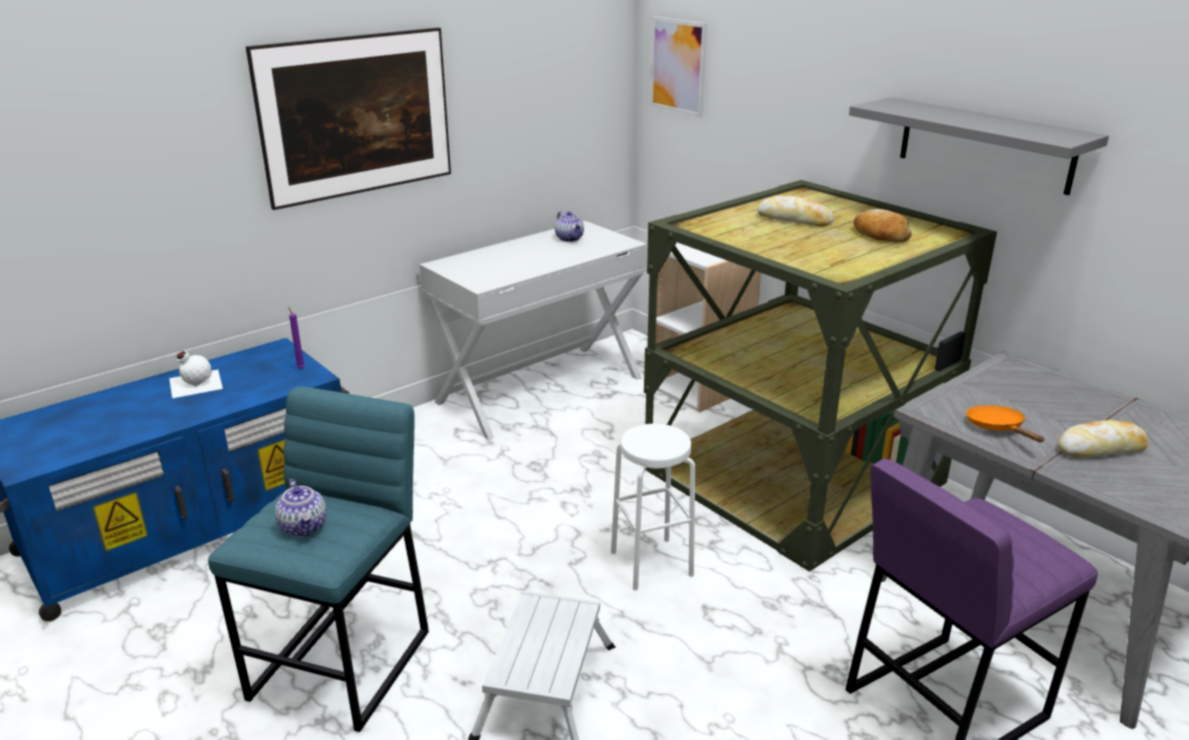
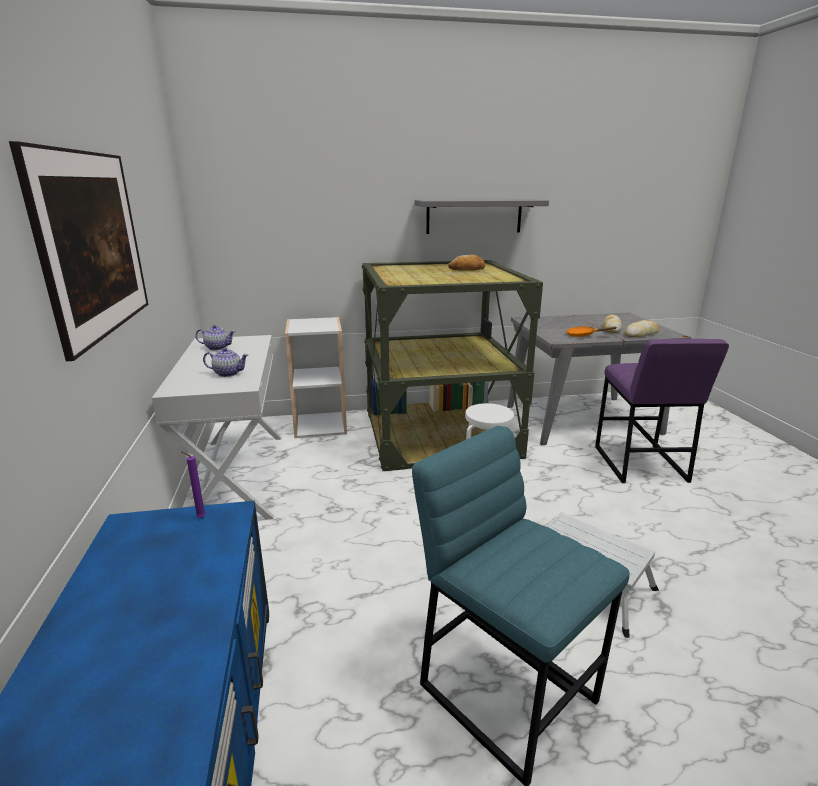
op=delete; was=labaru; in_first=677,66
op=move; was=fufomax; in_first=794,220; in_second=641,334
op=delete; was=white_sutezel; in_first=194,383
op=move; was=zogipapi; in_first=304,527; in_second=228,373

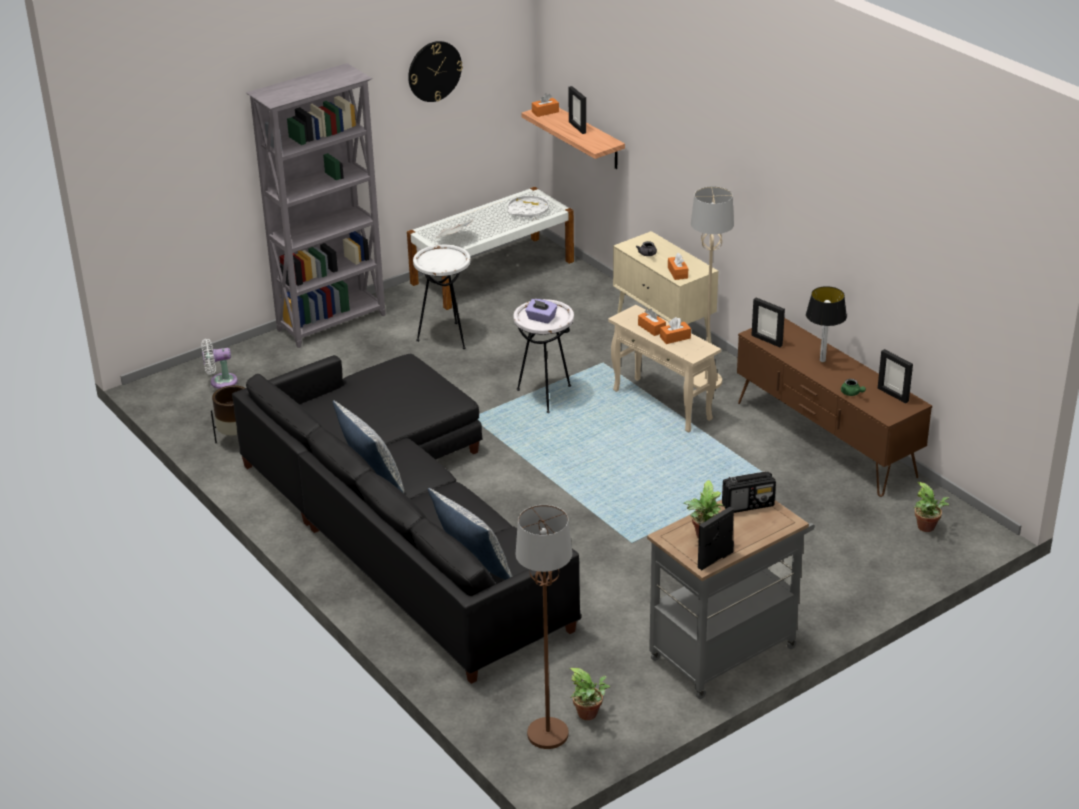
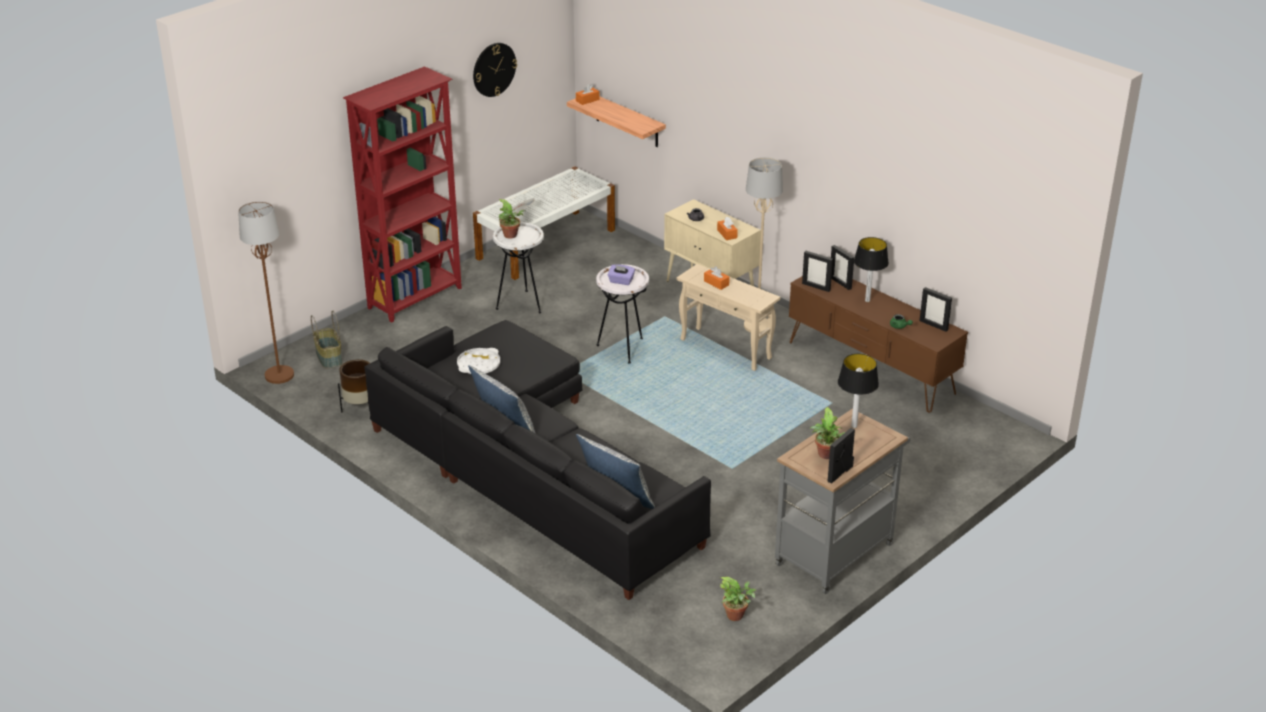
op=recolor; was=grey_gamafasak; now=red_gamafasak; in_first=333,323; in_second=416,298
op=move; was=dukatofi; in_first=578,127; in_second=840,283
op=move; was=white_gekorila; in_first=528,210; in_second=478,365
op=delete; was=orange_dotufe; in_first=675,338
op=replace; was=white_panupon; now=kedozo; in_first=220,382; in_second=329,357
op=replace; was=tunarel; now=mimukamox; in_first=748,505; in_second=853,426
op=move; was=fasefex; in_first=928,528; in_second=511,236
op=move; was=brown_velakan; in_first=547,734; in_second=279,375

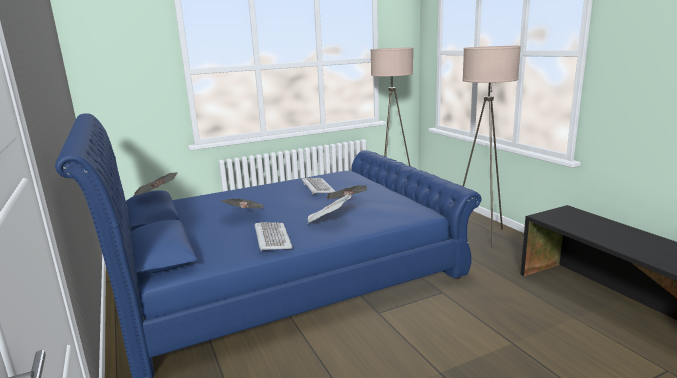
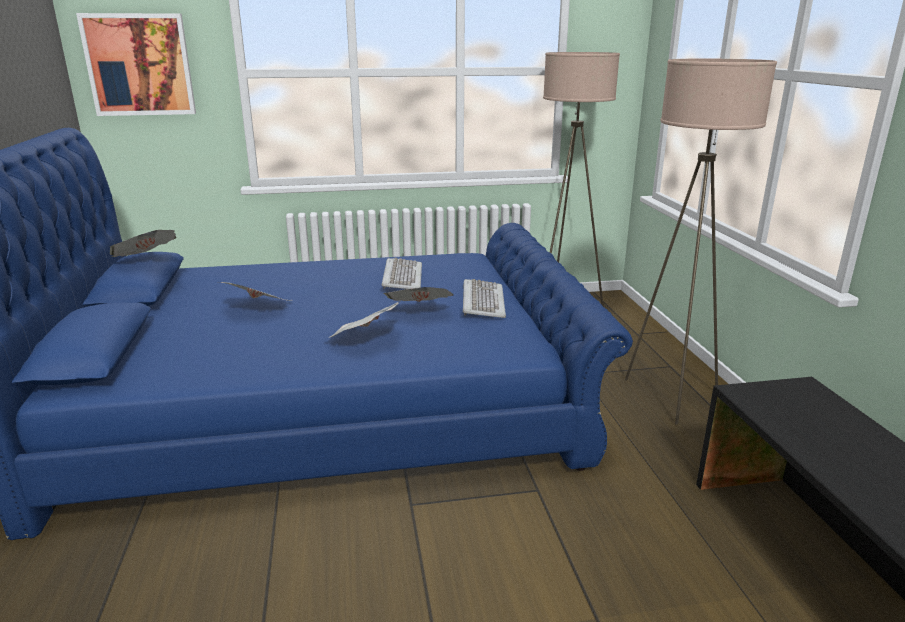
op=move; was=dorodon; in_first=272,238; in_second=482,302
op=insert; now=labaru; in_second=139,65

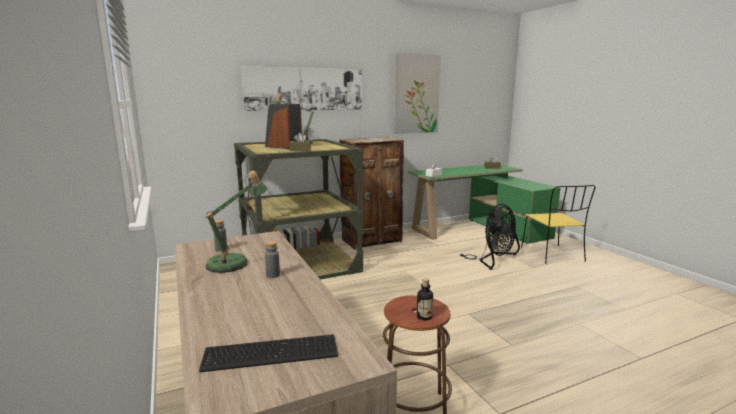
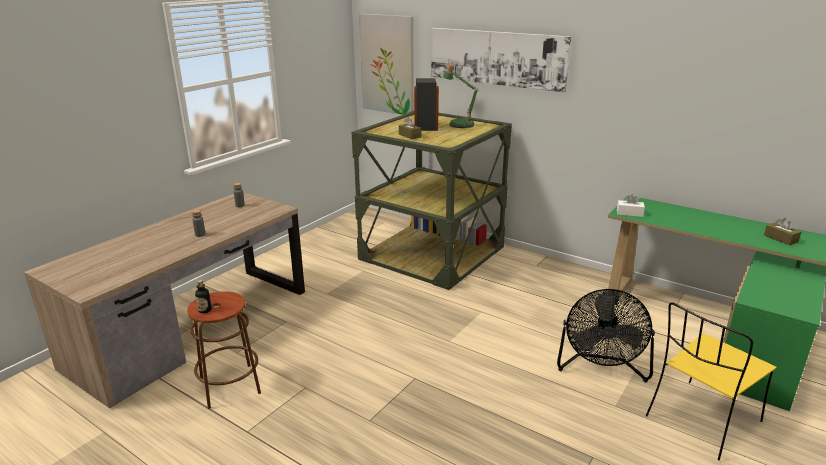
op=move; was=labaru; in_first=416,94; in_second=387,64
op=delete; was=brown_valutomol; in_first=372,240
op=delete; was=mimukamox; in_first=234,262
op=delete; was=dorodon; in_first=269,351

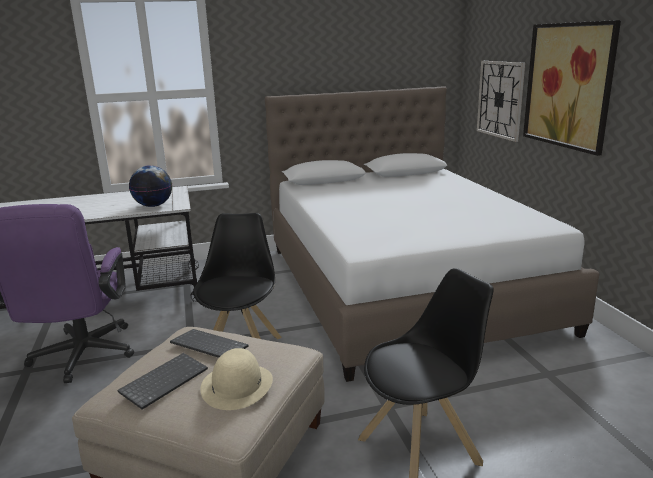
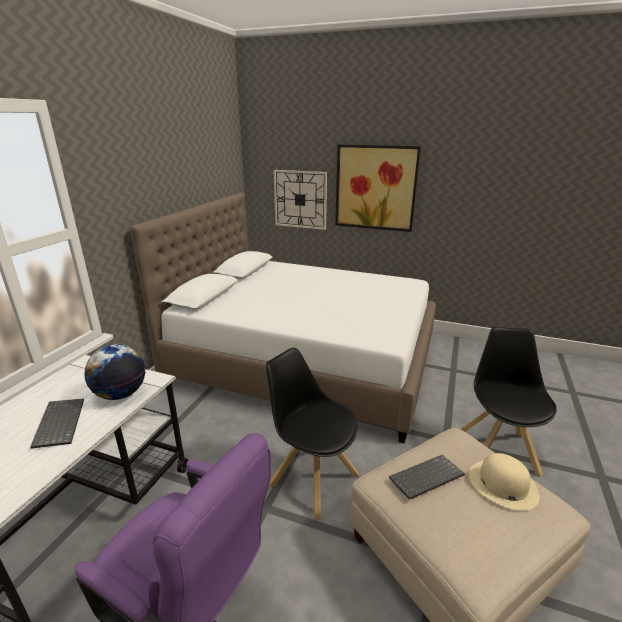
op=move; was=dorodon; in_first=164,380; in_second=58,423

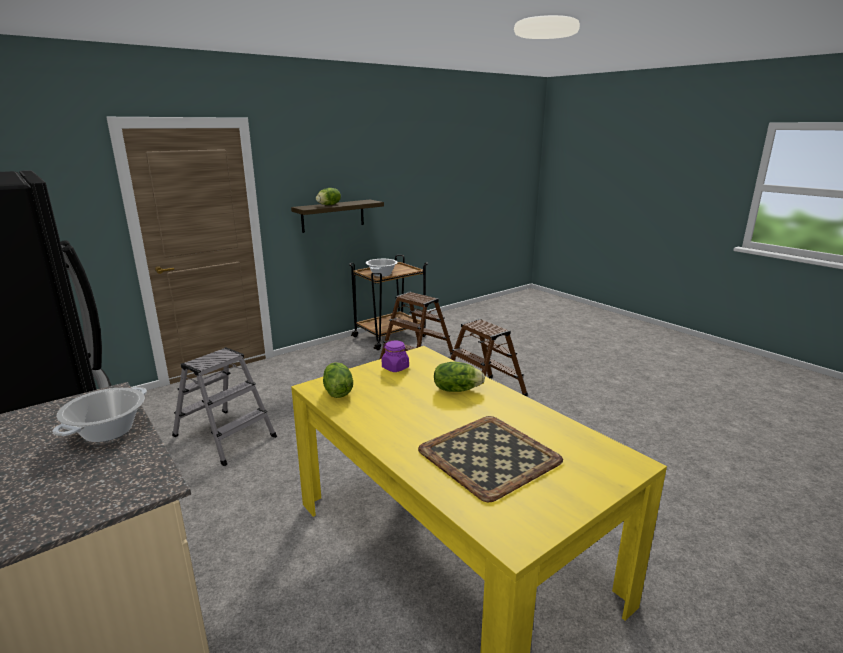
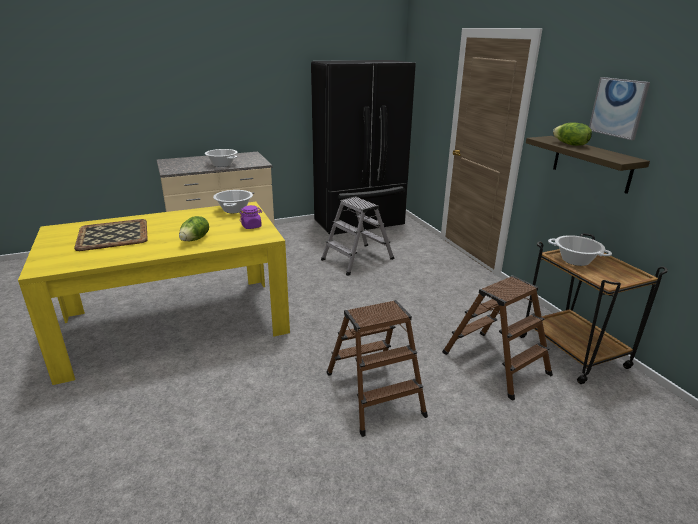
op=replace; was=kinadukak; now=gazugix; in_first=337,392; in_second=234,210
op=insert; now=labaru; in_second=618,107

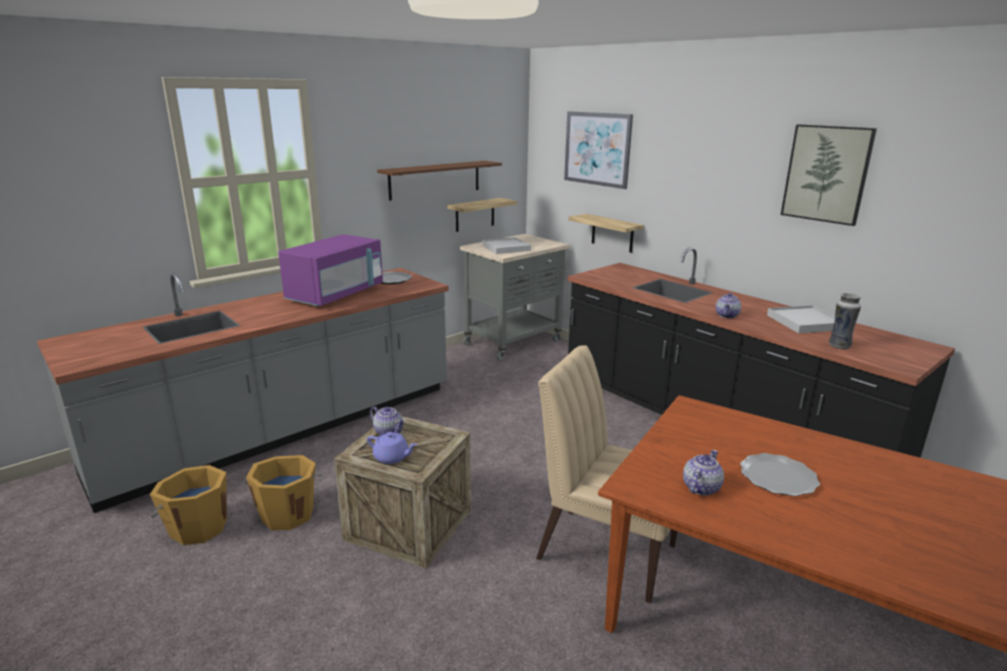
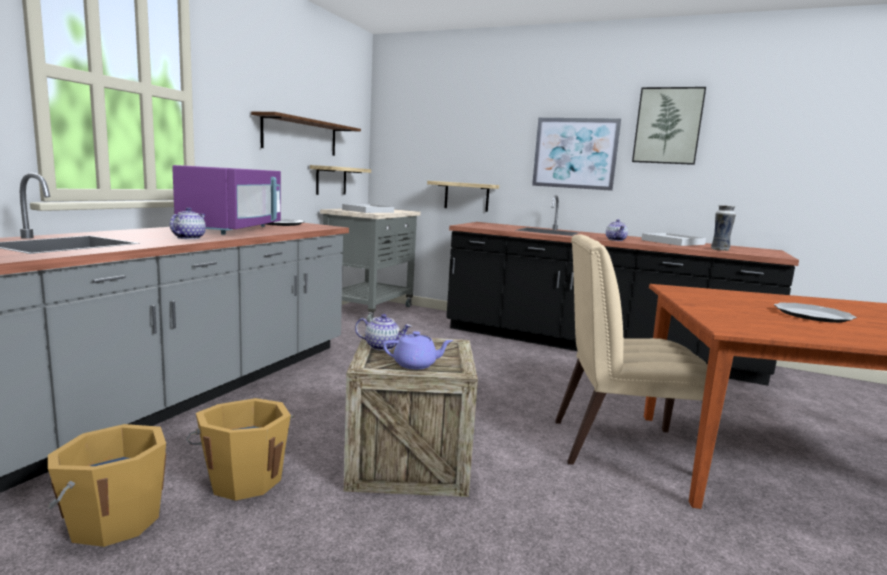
op=move; was=labaru; in_first=597,149; in_second=575,153
op=move; was=zogipapi; in_first=700,487; in_second=188,238

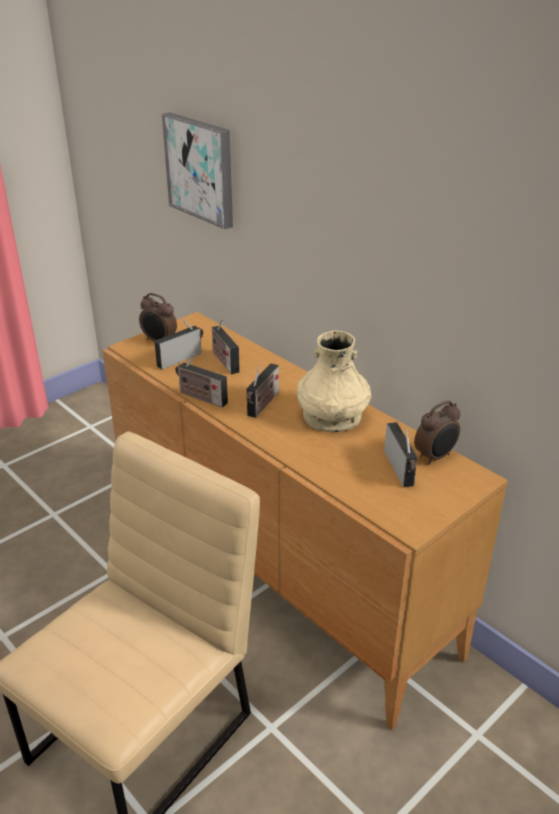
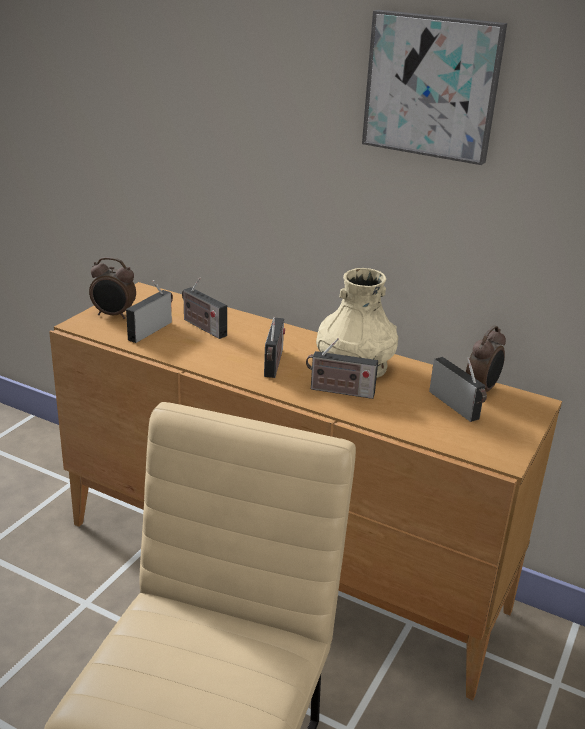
op=move; was=labaru; in_first=201,169; in_second=432,86
op=move; was=tunarel; in_first=200,397; in_second=339,391

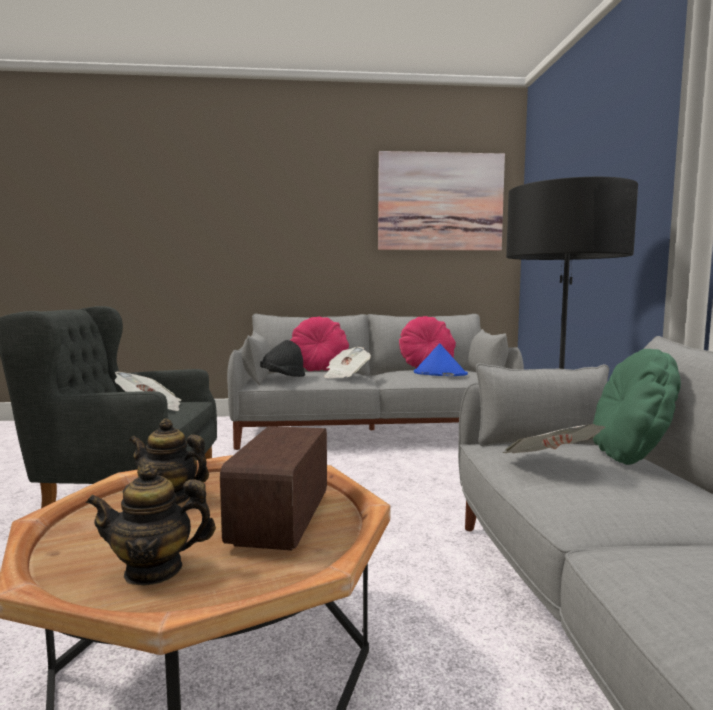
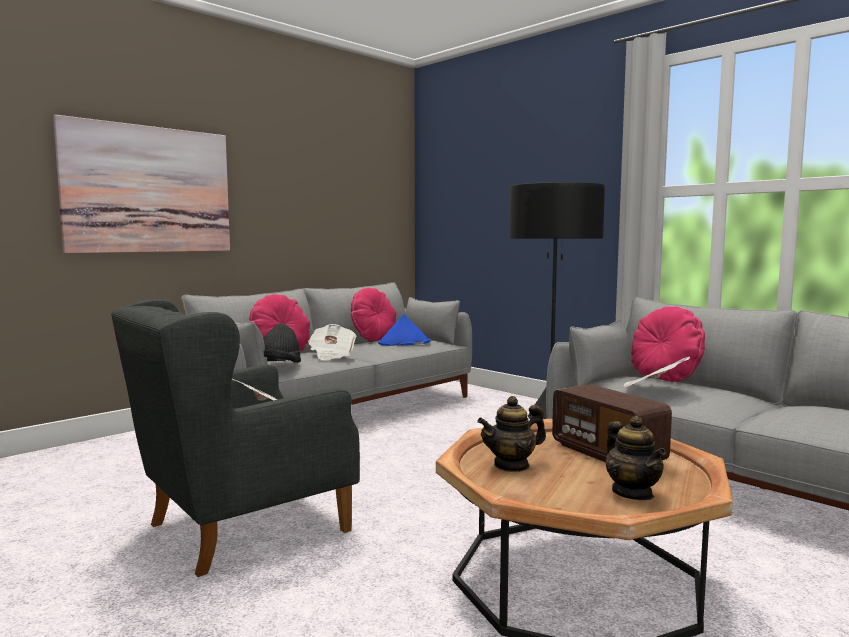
op=move; was=labaru; in_first=440,202; in_second=149,189
op=recolor; was=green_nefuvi; now=pink_nefuvi; in_first=630,458; in_second=665,379
op=rotate; was=zogipapi; in_first=154,570; in_second=632,493; clockwise=-60

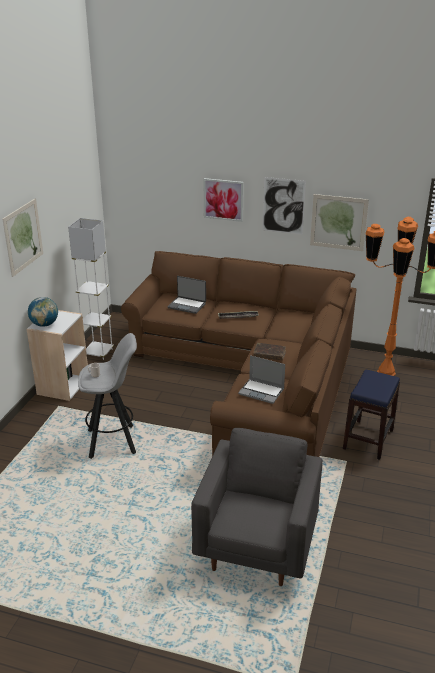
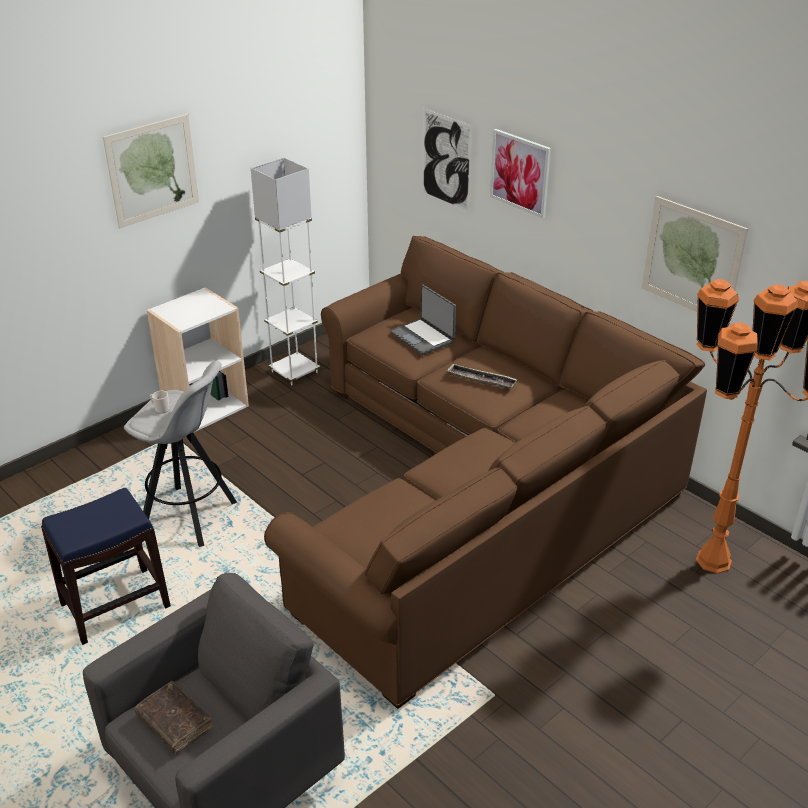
op=move; was=labaru; in_first=283,206; in_second=446,160
op=delete; was=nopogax; in_first=44,324
op=move; was=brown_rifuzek; in_first=269,355; in_second=174,722
op=delete; was=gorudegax; in_first=262,392
op=move; was=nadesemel; in_first=368,440; in_second=115,606

